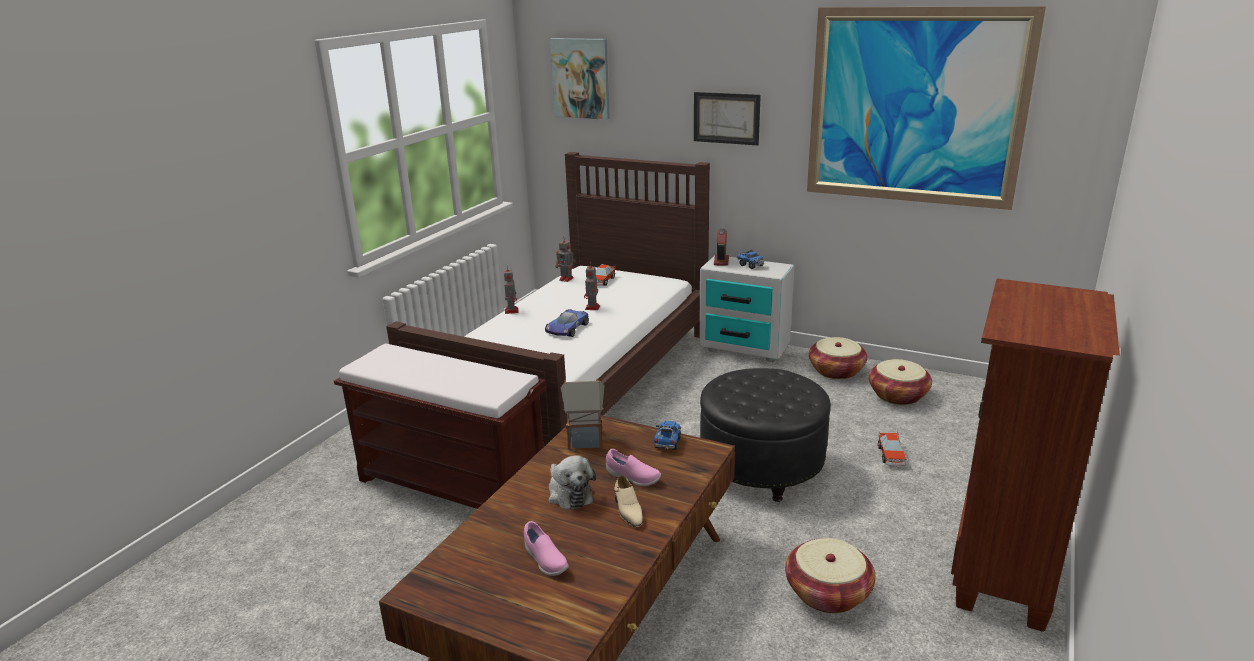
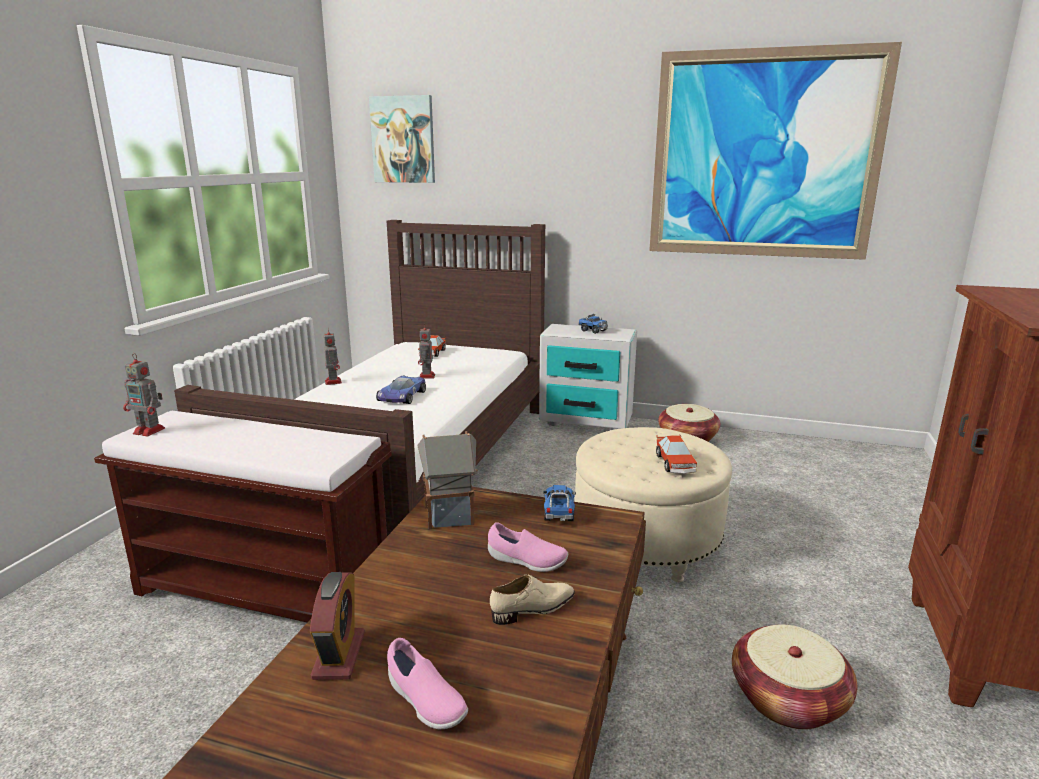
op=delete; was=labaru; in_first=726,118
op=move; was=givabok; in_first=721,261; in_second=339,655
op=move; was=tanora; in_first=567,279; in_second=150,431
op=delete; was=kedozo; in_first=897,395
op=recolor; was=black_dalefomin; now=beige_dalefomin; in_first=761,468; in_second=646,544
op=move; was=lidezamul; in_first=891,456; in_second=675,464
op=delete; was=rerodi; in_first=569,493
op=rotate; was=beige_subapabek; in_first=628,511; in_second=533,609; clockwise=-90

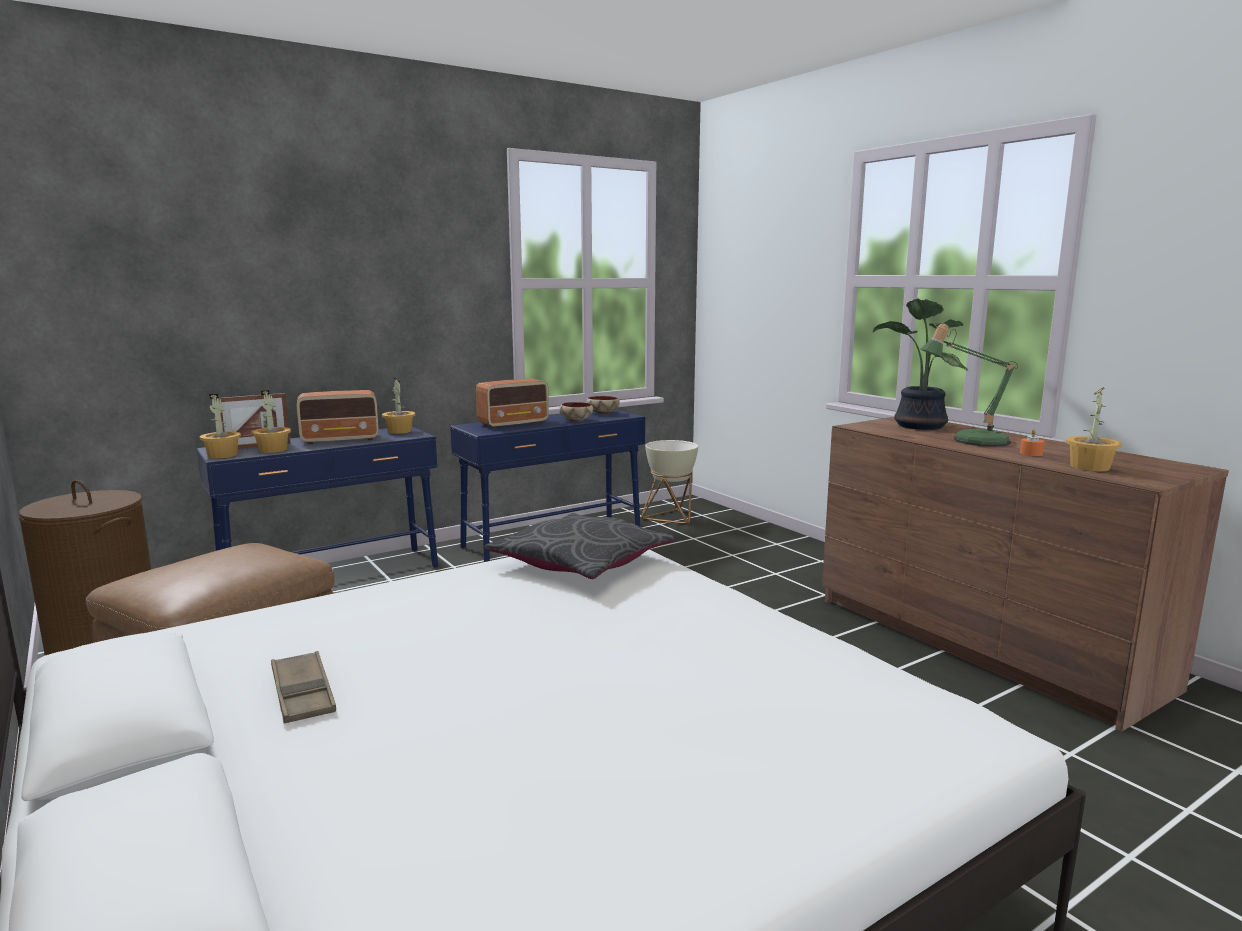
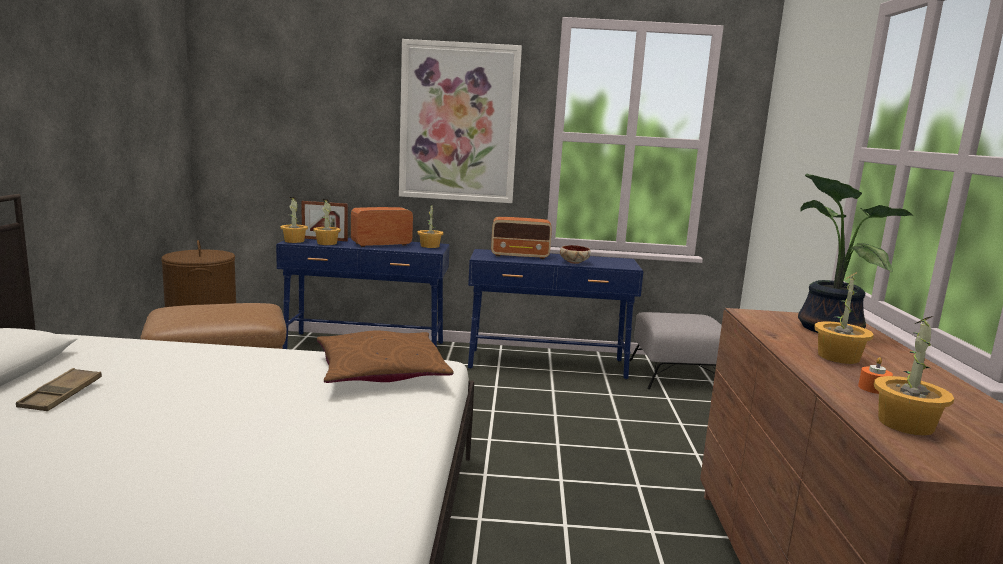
op=replace; was=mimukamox; now=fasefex; in_first=971,441; in_second=839,357
op=rotate; was=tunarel; in_first=341,439; in_second=380,244; clockwise=135
op=delete; was=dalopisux; in_first=602,413
op=replace; was=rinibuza; now=grey_dalefomin; in_first=670,518; in_second=674,375
op=recolor; was=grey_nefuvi; now=brown_nefuvi; in_first=581,562; in_second=381,372
op=insert; now=labaru; in_second=459,123

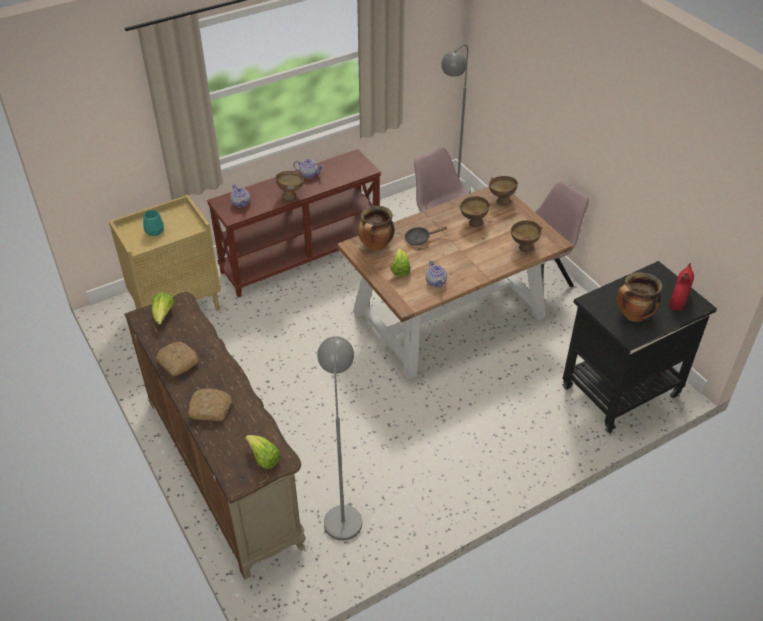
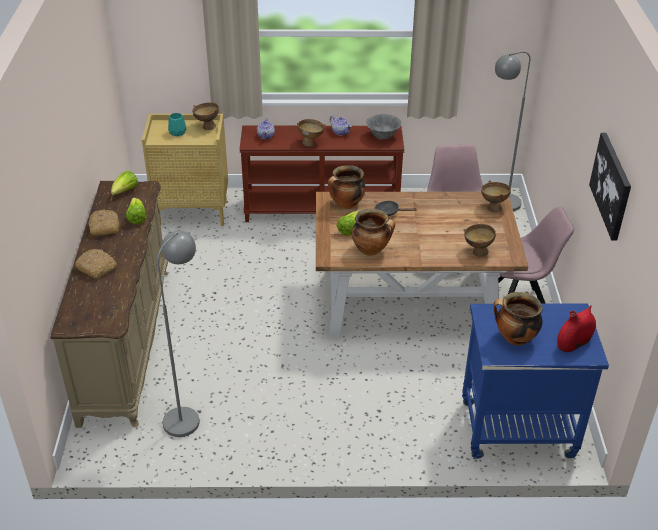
op=move; was=brown_dalopisux; in_first=472,223; in_second=206,126
op=replace; was=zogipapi; now=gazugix; in_first=436,282; in_second=371,250
op=recolor; was=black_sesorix; now=blue_sesorix; in_first=619,392; in_second=516,430
op=move; was=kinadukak; in_first=264,458; in_second=137,218
op=insert; now=grey_dalopisux; in_second=382,137
op=insert; now=labaru; in_second=611,185

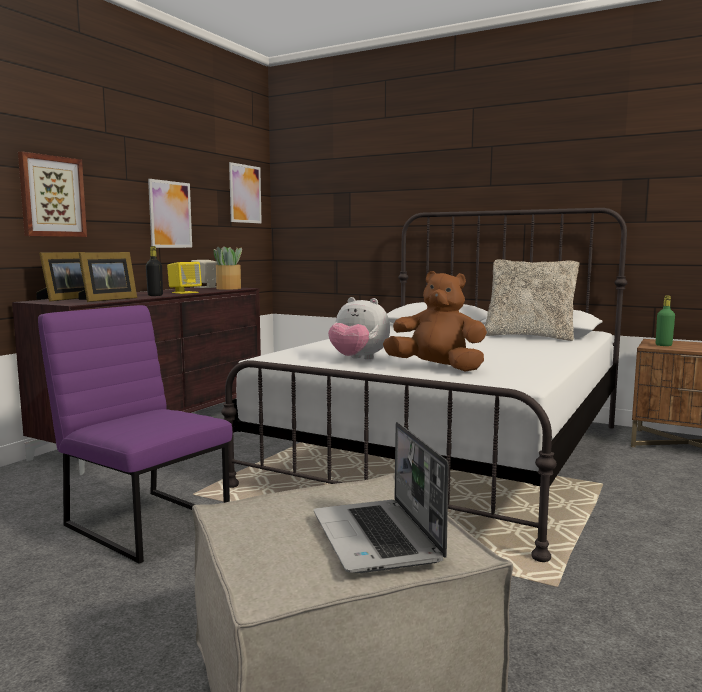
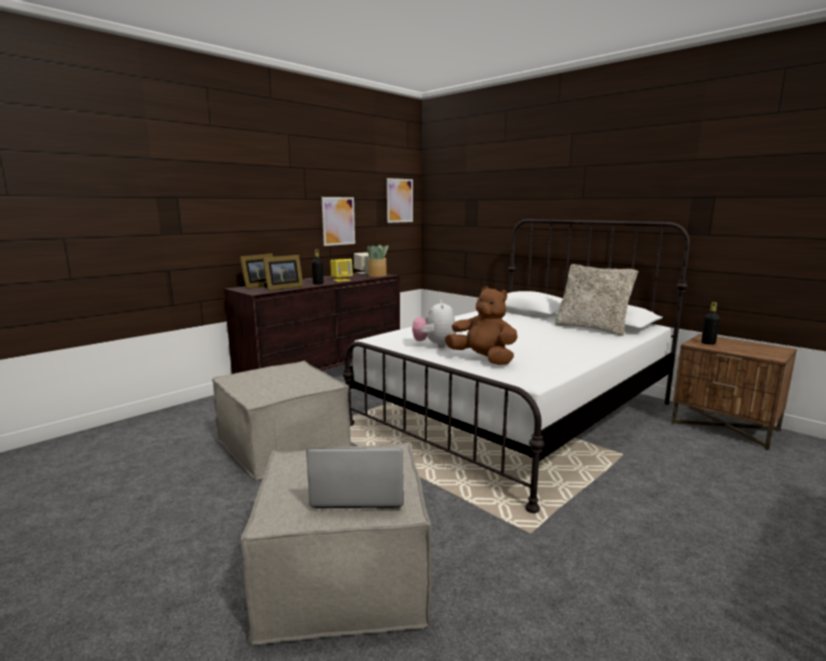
op=delete; was=labaru; in_first=52,196
op=recolor; was=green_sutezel; now=black_sutezel; in_first=663,345; in_second=708,343
op=rotate; was=rerodi; in_first=358,359; in_second=434,345; clockwise=45
op=replace; was=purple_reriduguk; now=beige_dalefomin; in_first=145,522; in_second=284,445
op=rotate; was=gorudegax; in_first=378,538; in_second=357,493; clockwise=90

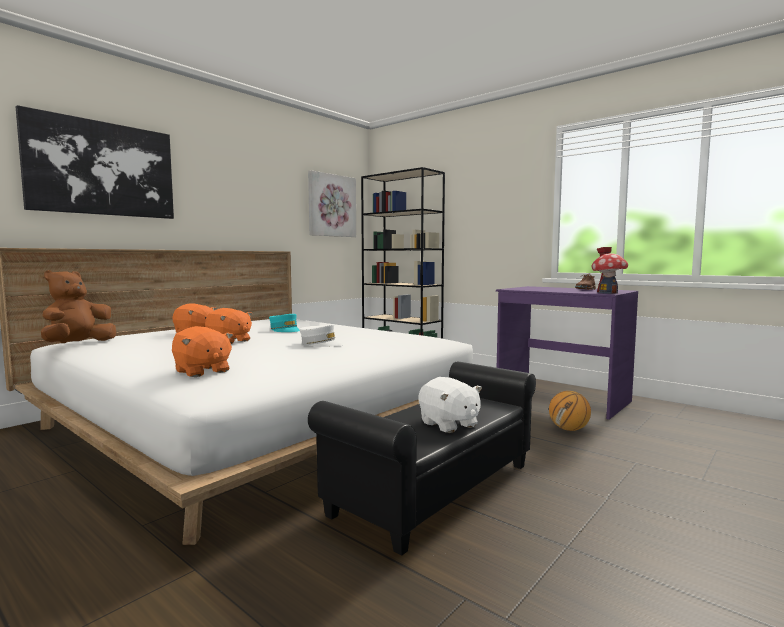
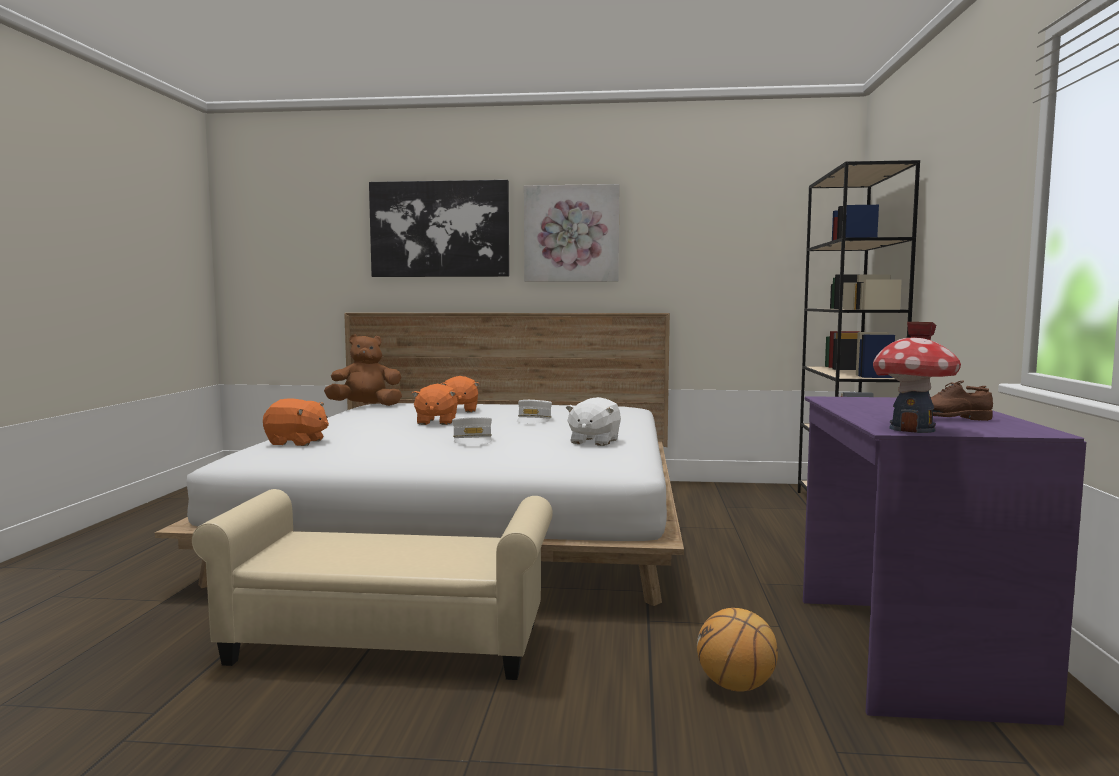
op=move; was=labaru; in_first=331,205; in_second=571,234
op=recolor; was=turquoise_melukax; now=white_melukax; in_first=285,330; in_second=534,420
op=rotate; was=orange_rerodi; in_first=202,371; in_second=296,442; clockwise=-90
op=recolor; was=black_dalefomin; now=beige_dalefomin; in_first=435,488; in_second=387,643
op=move; was=white_rerodi; in_first=449,424; in_second=594,441

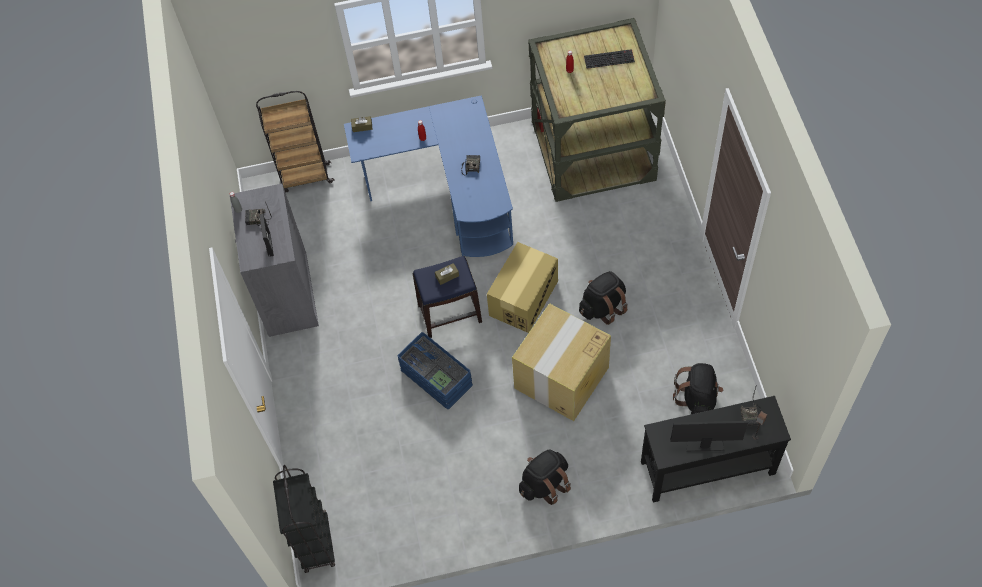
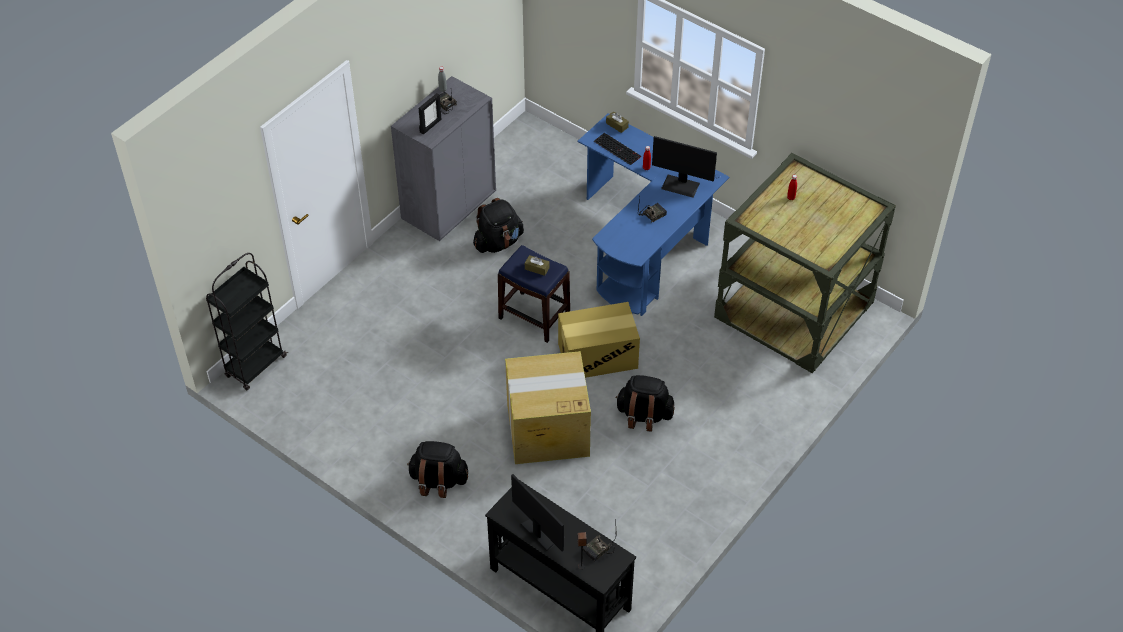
op=move; was=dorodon; in_first=609,58; in_second=618,149
op=delete; was=brown_sesorix; in_first=306,178
op=delete; was=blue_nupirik; in_first=435,377
op=move; was=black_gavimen; in_first=697,398; in_second=498,242
op=insert; now=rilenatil; in_second=681,185

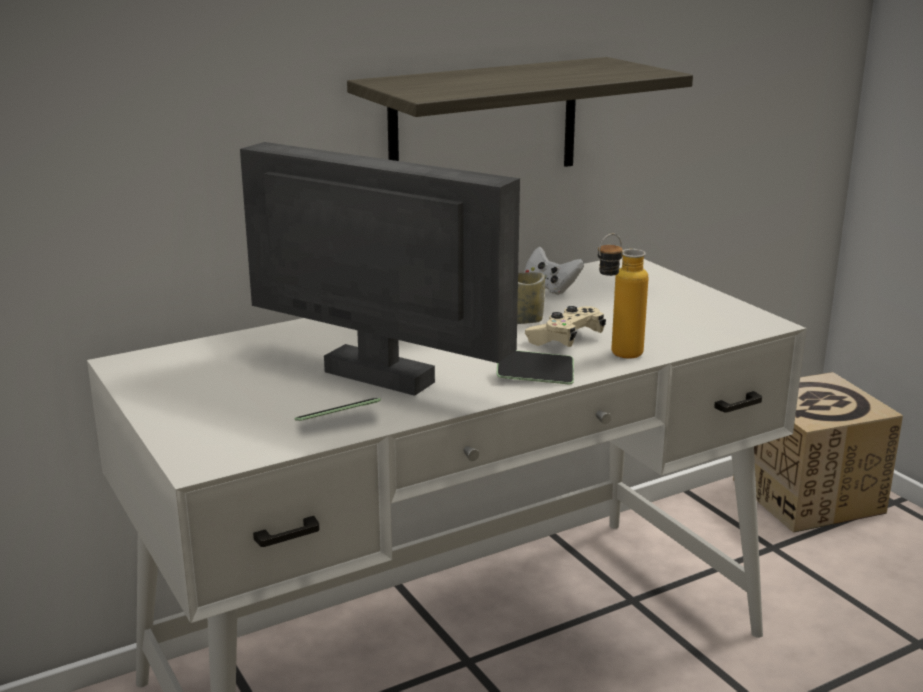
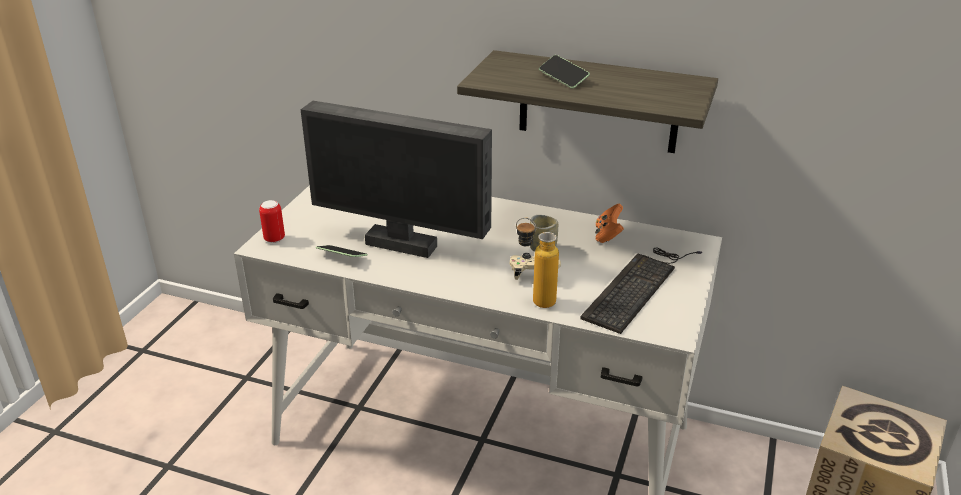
op=rotate; was=rilenatil; in_first=376,378; in_second=402,244; clockwise=120
op=recolor; was=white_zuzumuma; now=orange_zuzumuma; in_first=550,288; in_second=608,235
op=move; was=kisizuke; in_first=535,377; in_second=563,79
op=insert; now=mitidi; in_second=274,239
op=insert; now=dorodon; in_second=639,285

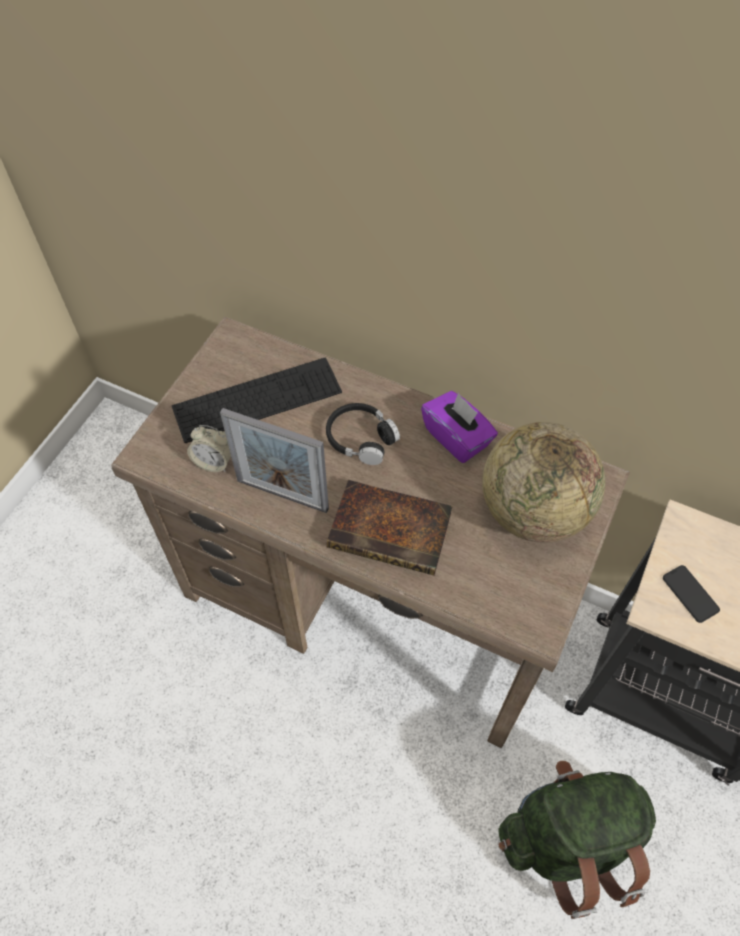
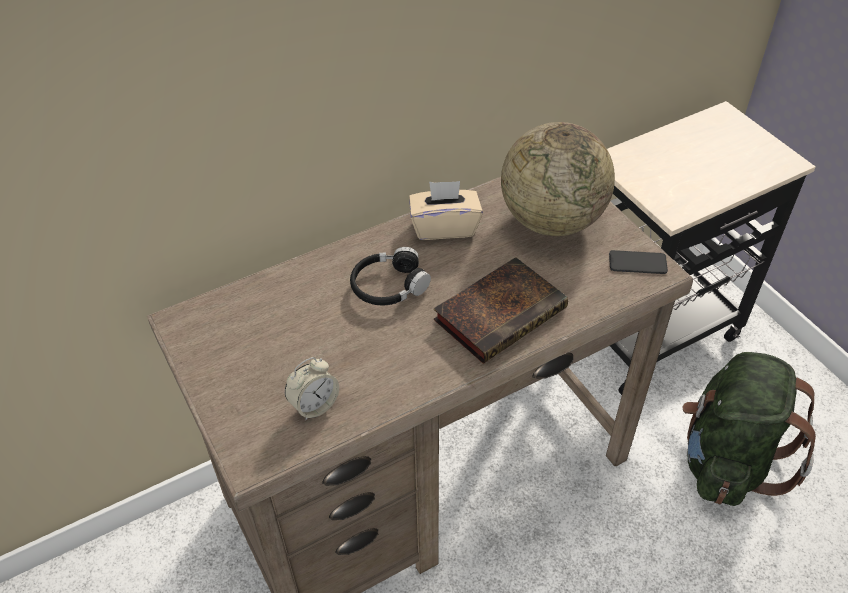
op=delete; was=dorodon; in_first=257,400
op=recolor; was=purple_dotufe; now=beige_dotufe; in_first=457,437; in_second=444,227
op=delete; was=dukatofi; in_first=282,495
op=move; was=kisizuke; in_first=690,594; in_second=637,263

